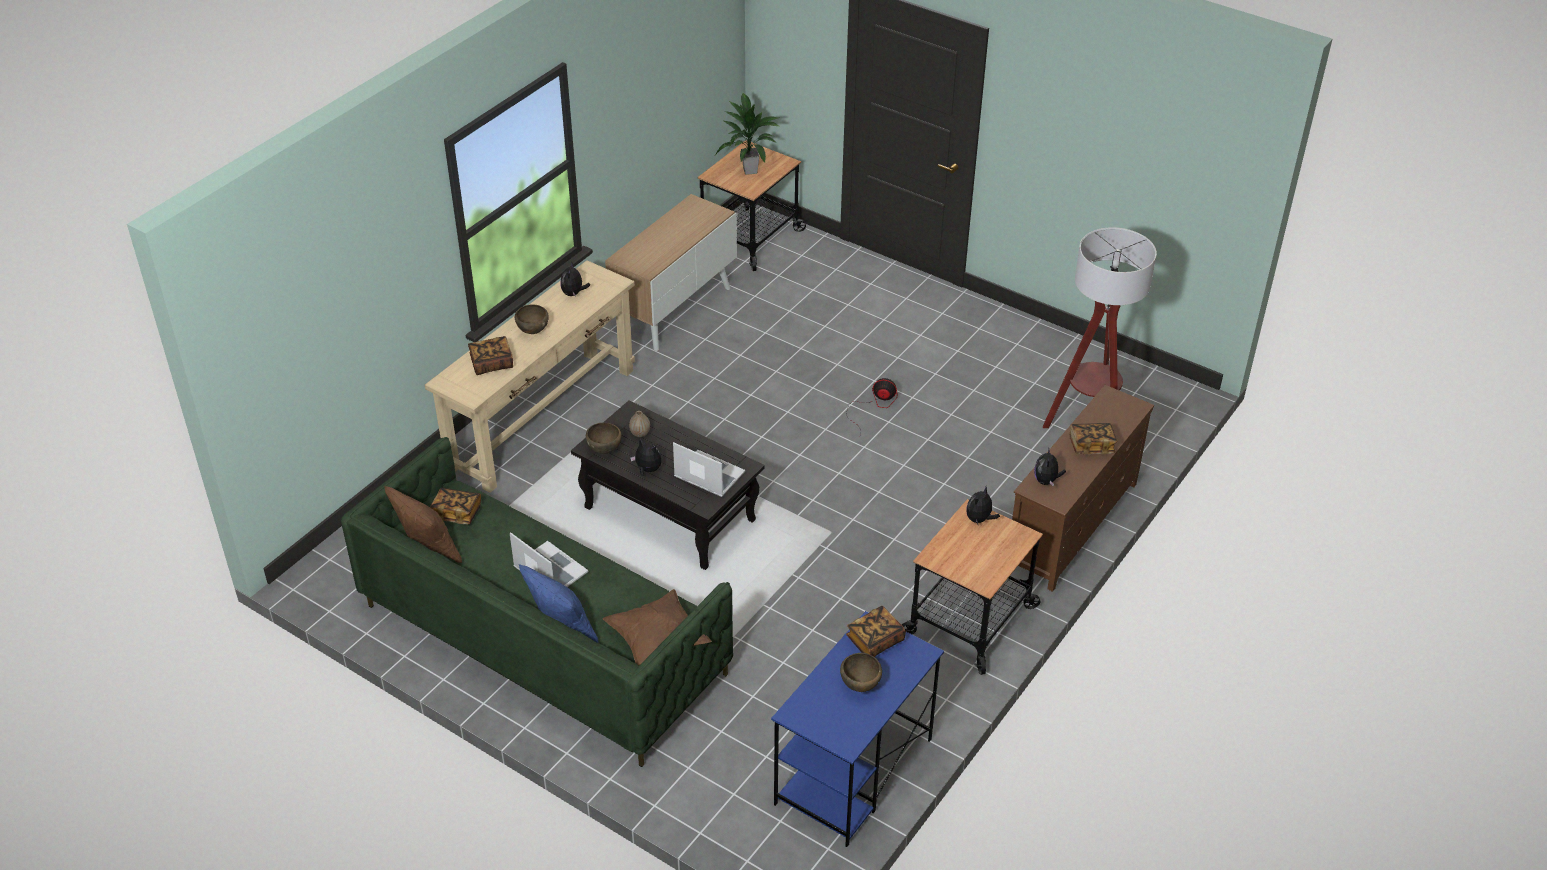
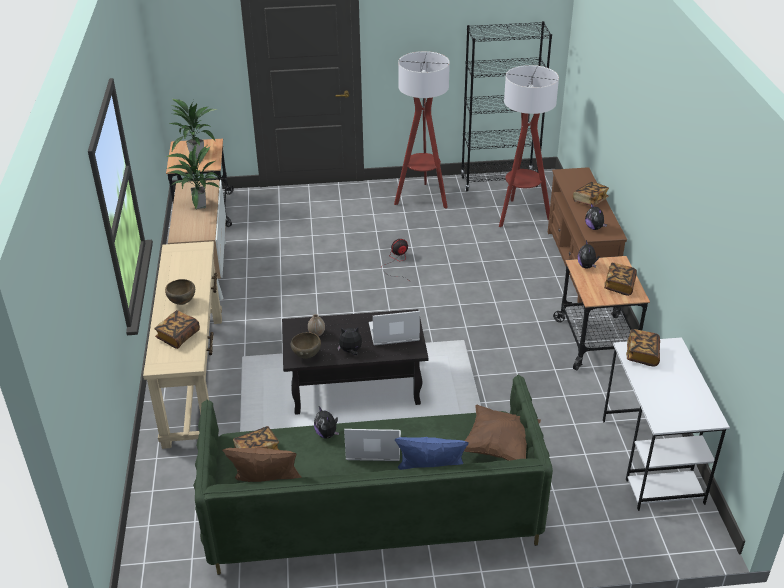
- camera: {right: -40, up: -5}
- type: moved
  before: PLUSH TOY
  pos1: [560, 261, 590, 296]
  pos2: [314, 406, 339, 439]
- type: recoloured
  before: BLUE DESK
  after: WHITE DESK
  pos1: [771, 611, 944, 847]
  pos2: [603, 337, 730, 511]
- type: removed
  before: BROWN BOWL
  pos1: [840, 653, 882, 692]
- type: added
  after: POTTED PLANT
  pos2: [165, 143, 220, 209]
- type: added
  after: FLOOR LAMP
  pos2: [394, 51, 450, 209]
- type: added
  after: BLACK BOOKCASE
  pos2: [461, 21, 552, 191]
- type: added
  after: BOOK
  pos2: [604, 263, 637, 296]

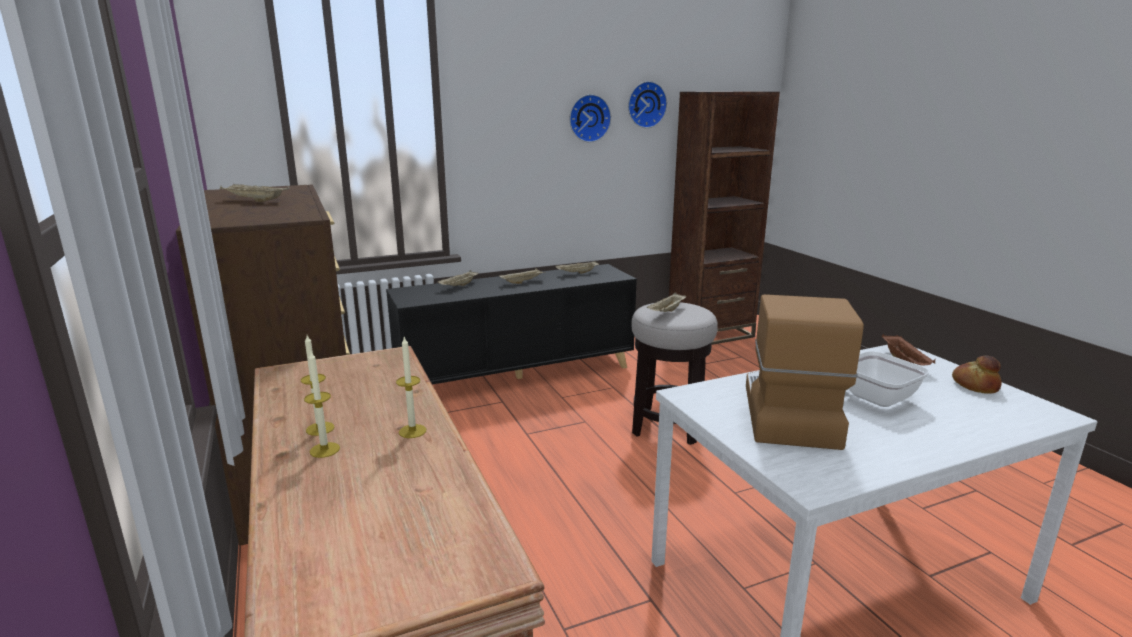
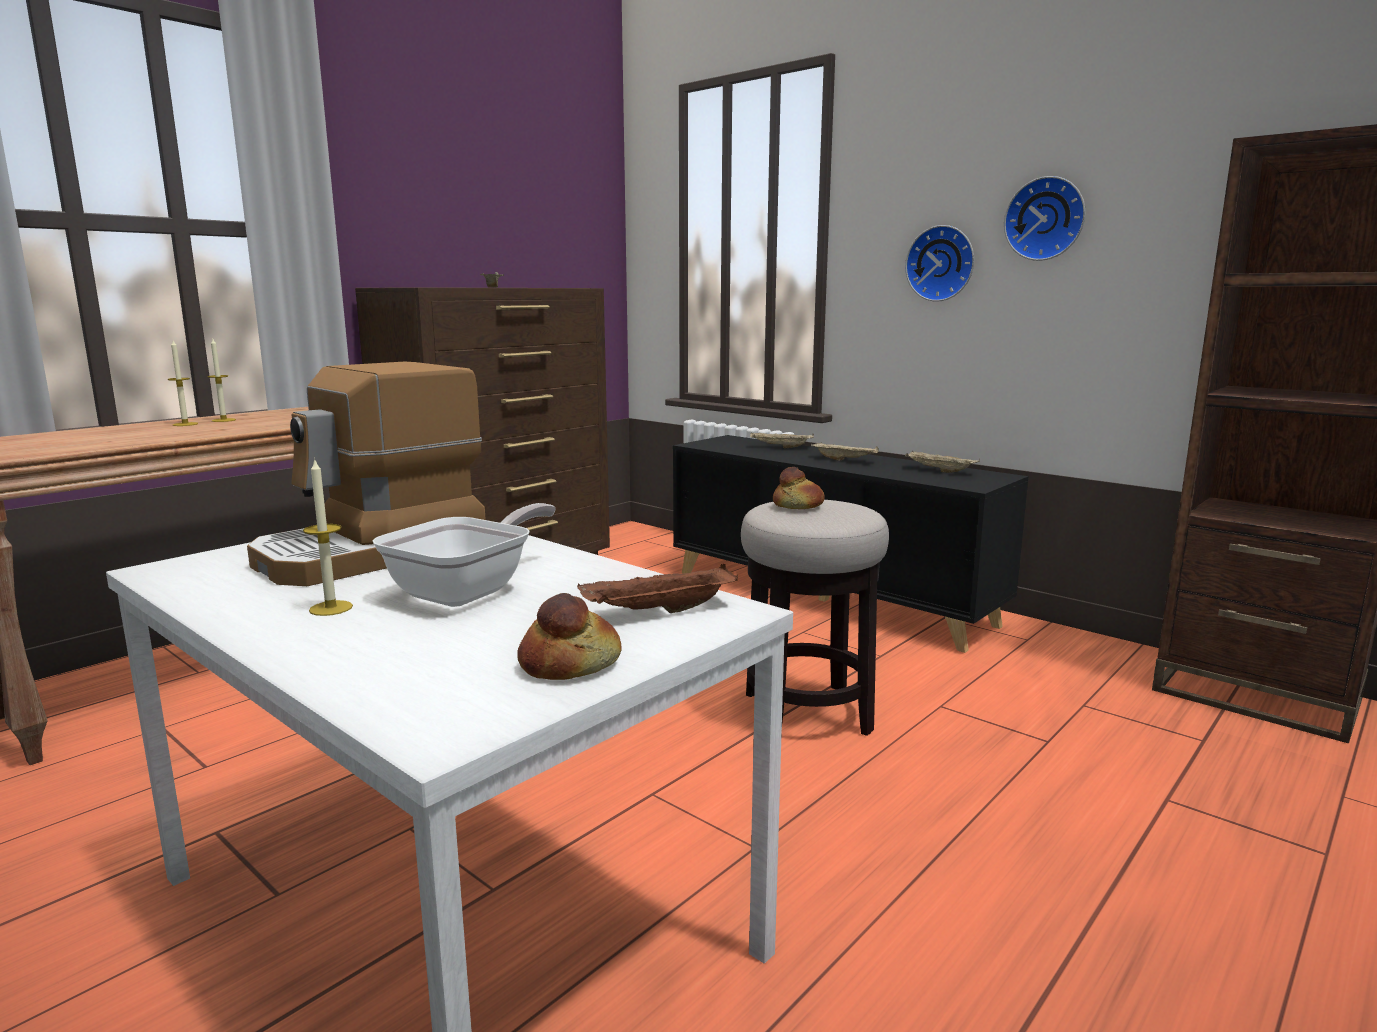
- camera: {right: 65, up: -5}
- type: moved
  before: CANDLE
  pos1: [396, 337, 426, 438]
  pos2: [303, 458, 353, 616]
- type: moved
  before: WALL CLOCK
  pos1: [628, 81, 667, 128]
  pos2: [905, 225, 974, 302]
- type: replaced
  before: BEIGE TRAY
  after: BREAD
  pos1: [647, 292, 687, 312]
  pos2: [773, 467, 825, 509]
- type: turned
  before: COFFEE MACHINE
  pos1: [746, 294, 864, 450]
  pos2: [247, 362, 486, 586]
  turn: 150

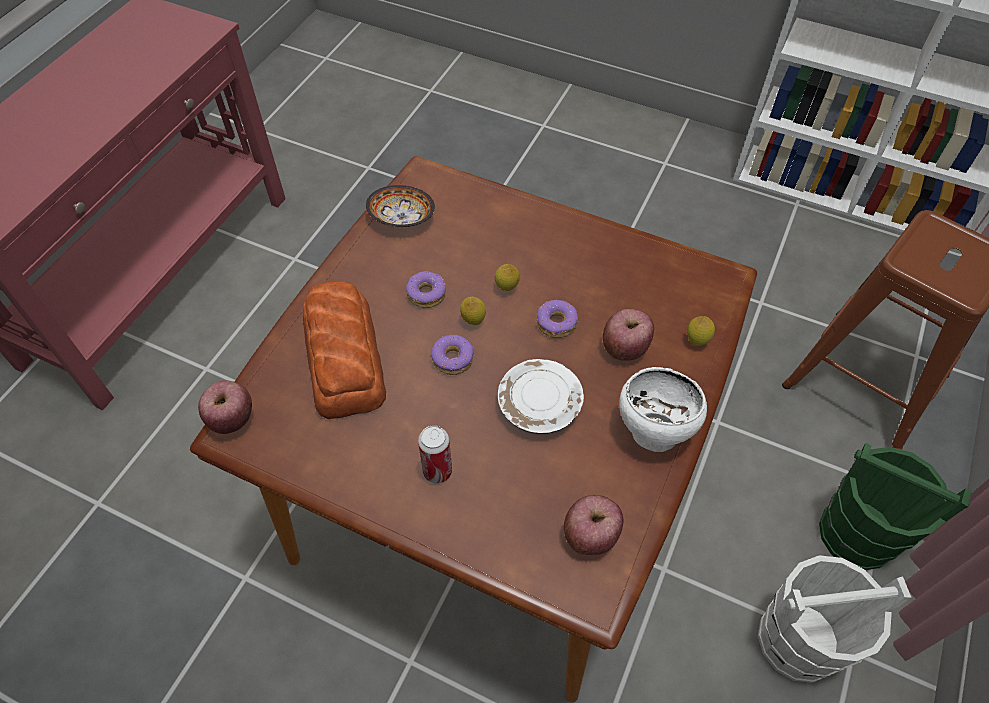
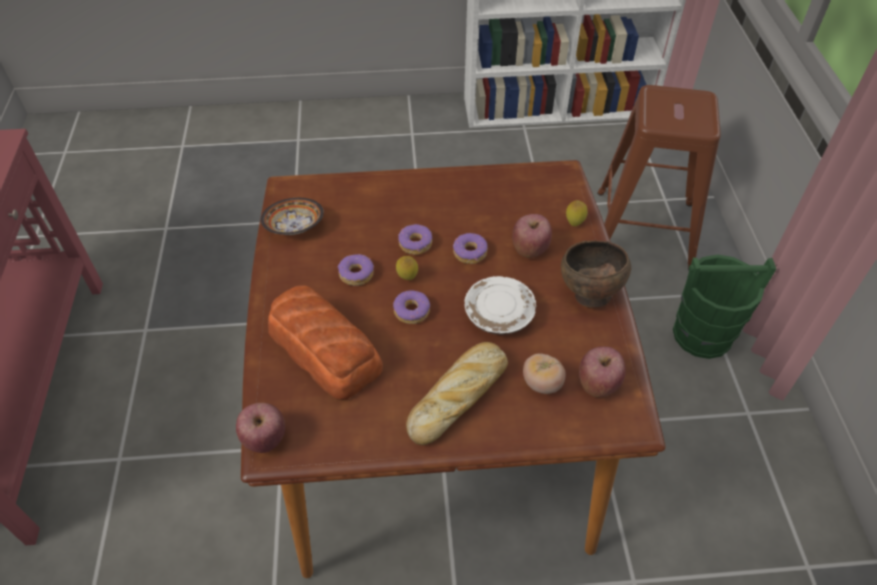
- camera: {right: -30, up: -5}
- type: replaced
  before: CAN
  after: BREAD
  pos1: [418, 425, 452, 483]
  pos2: [406, 342, 508, 445]
- type: replaced
  before: LEMON
  after: DONUT
  pos1: [495, 264, 520, 291]
  pos2: [398, 224, 432, 255]
- type: recoloured
  before: WHITE BOWL
  after: BROWN BOWL
  pos1: [619, 367, 707, 452]
  pos2: [561, 240, 631, 307]
- type: removed
  before: WHITE BUCKET
  pos1: [758, 555, 912, 683]
- type: added
  after: TOMATO
  pos2: [523, 353, 566, 394]

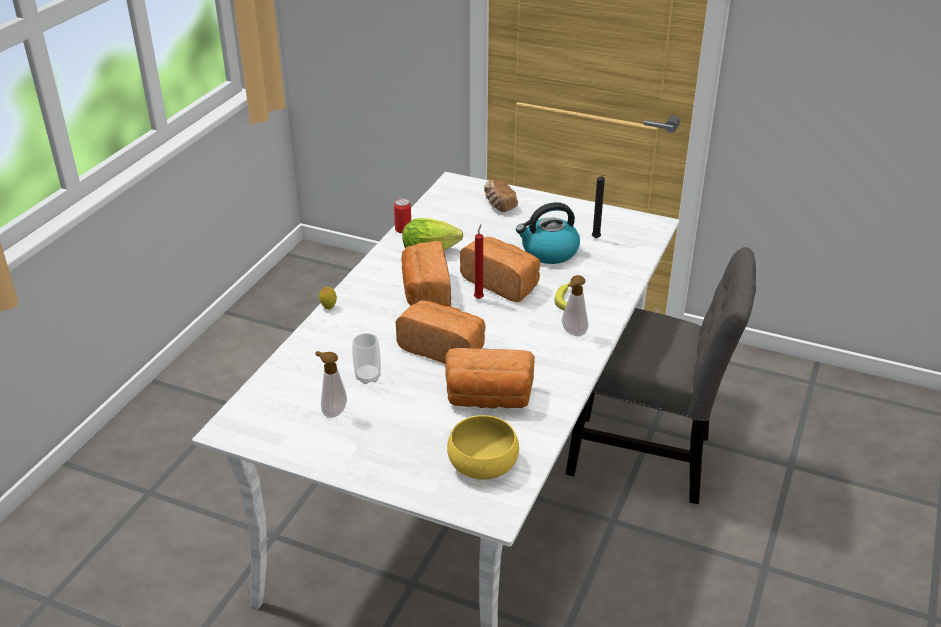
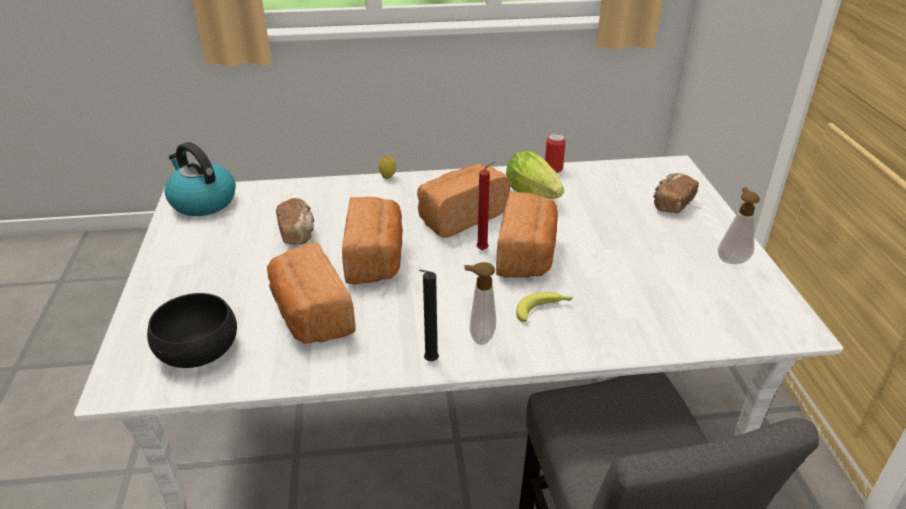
- camera: {right: 60, up: 0}
- type: moved
  before: SOAP DISPENSER
  pos1: [315, 351, 347, 418]
  pos2: [718, 188, 760, 264]
- type: replaced
  before: CUP
  after: BREAD
  pos1: [352, 333, 381, 384]
  pos2: [276, 198, 314, 245]
- type: recoloured
  before: YELLOW BOWL
  after: BLACK BOWL
  pos1: [447, 415, 519, 480]
  pos2: [147, 293, 237, 368]
- type: moved
  before: KETTLE
  pos1: [516, 202, 580, 264]
  pos2: [164, 142, 236, 216]
- type: moved
  before: BLACK CANDLE
  pos1: [592, 175, 605, 238]
  pos2: [418, 269, 439, 361]

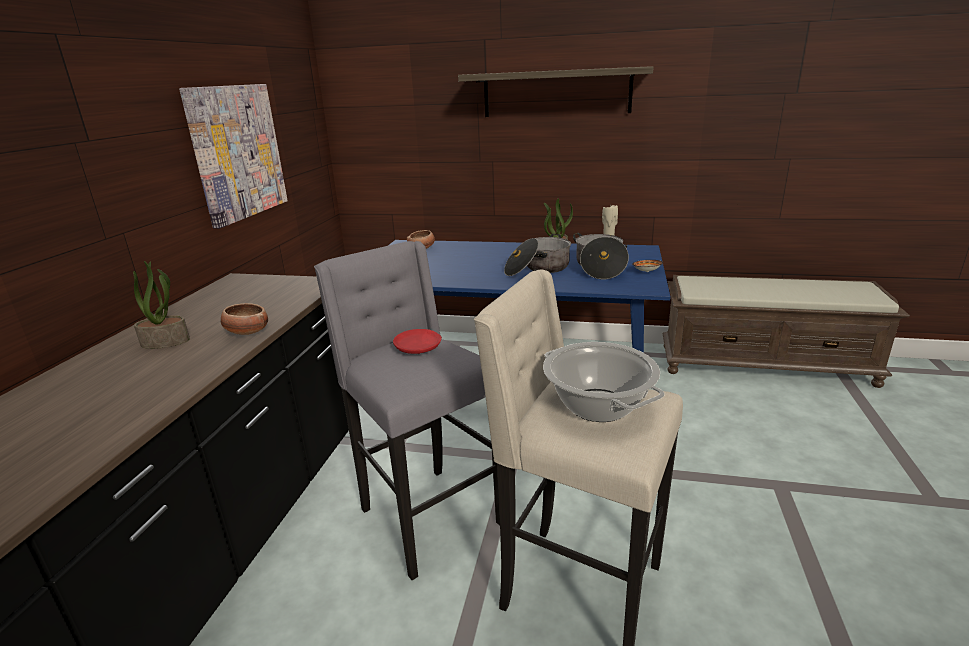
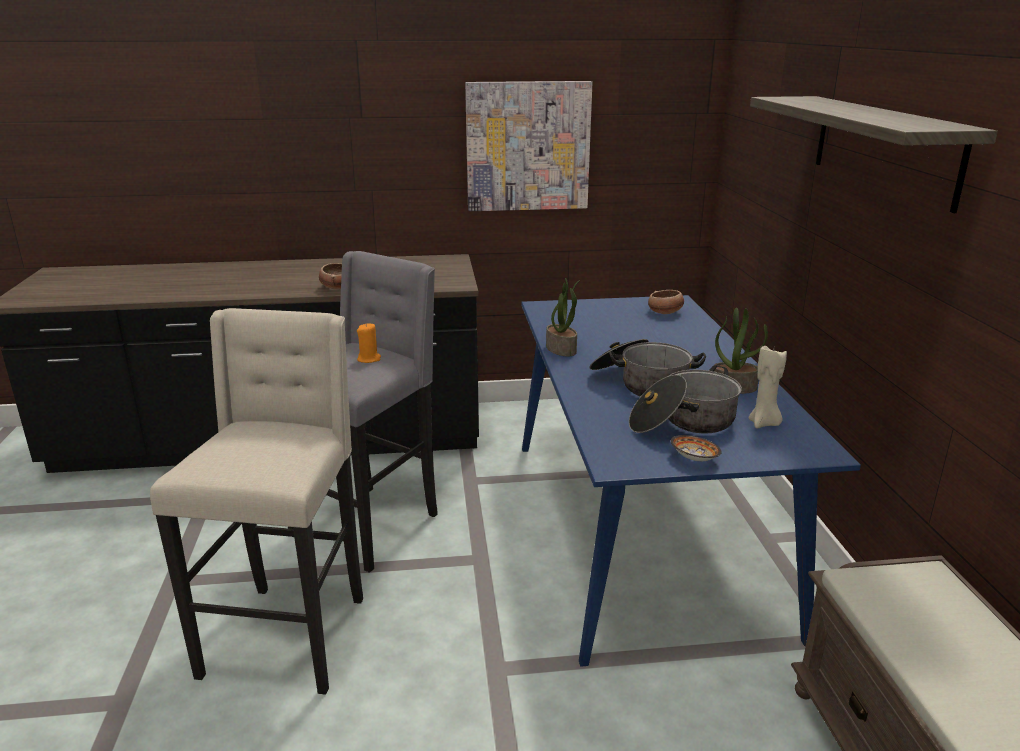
- camera: {right: 70, up: 0}
- type: moved
  before: POTTED PLANT
  pos1: [133, 261, 190, 349]
  pos2: [546, 278, 580, 356]
- type: replaced
  before: RED PLATE
  after: ORANGE CANDLE
  pos1: [393, 329, 442, 354]
  pos2: [357, 323, 381, 363]
- type: removed
  before: COOKING POT
  pos1: [543, 342, 665, 422]

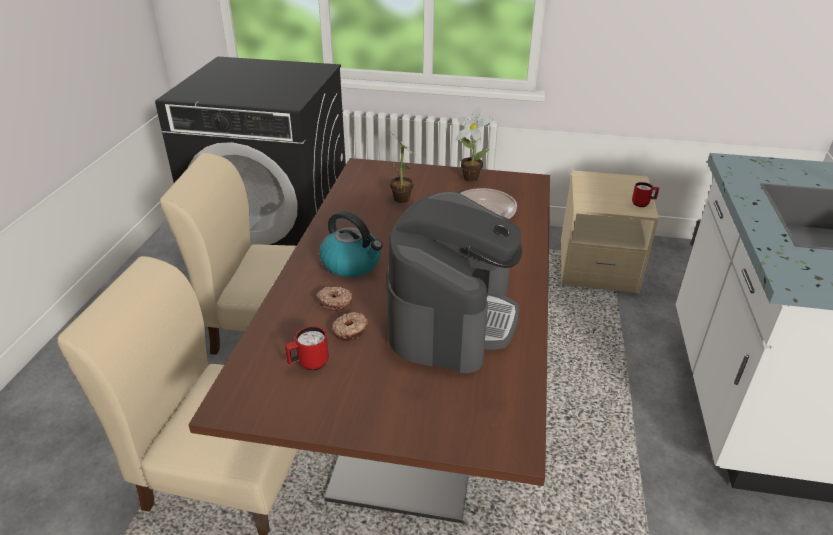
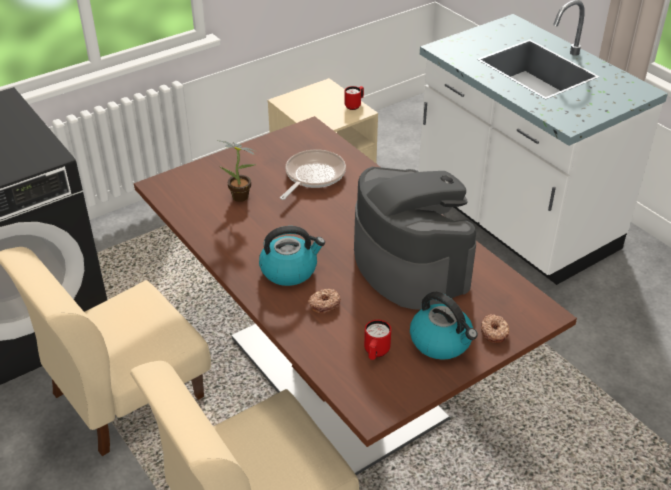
- camera: {right: -45, up: 5}
- type: moved
  before: DONUT
  pos1: [331, 312, 368, 341]
  pos2: [481, 314, 509, 343]
- type: removed
  before: POTTED PLANT
  pos1: [456, 106, 493, 182]
- type: added
  after: KETTLE
  pos2: [410, 292, 478, 360]

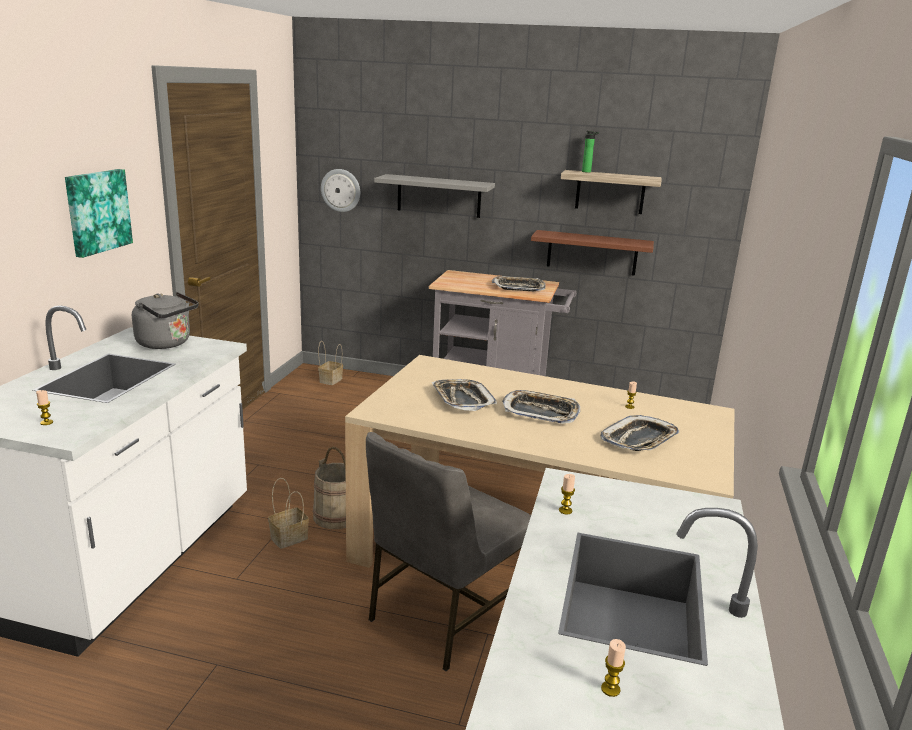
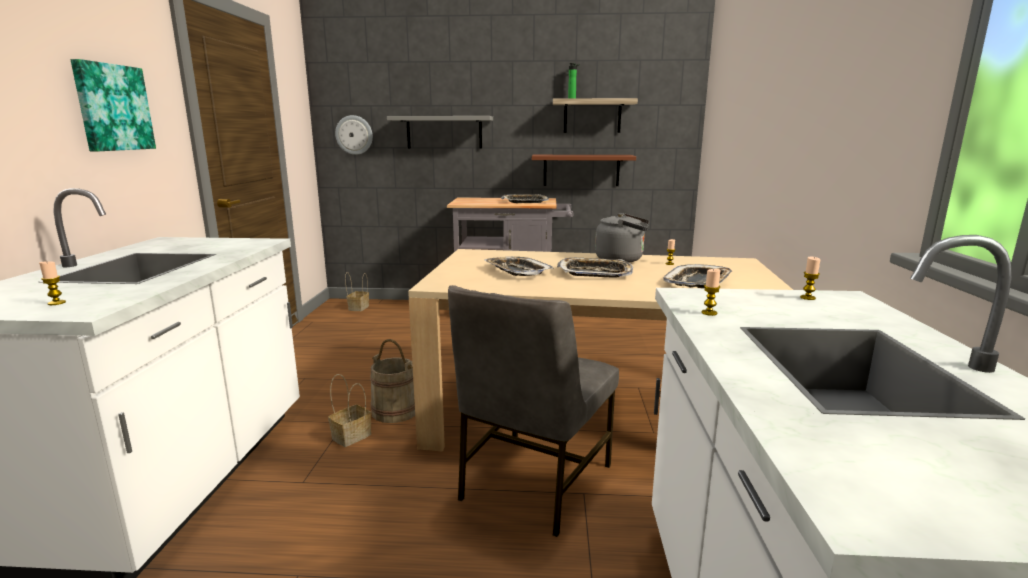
- camera: {right: -10, up: -5}
- type: moved
  before: GREY KETTLE
  pos1: [132, 292, 199, 349]
  pos2: [595, 213, 649, 263]
- type: moved
  before: CANDLE
  pos1: [601, 639, 626, 697]
  pos2: [800, 256, 820, 300]

